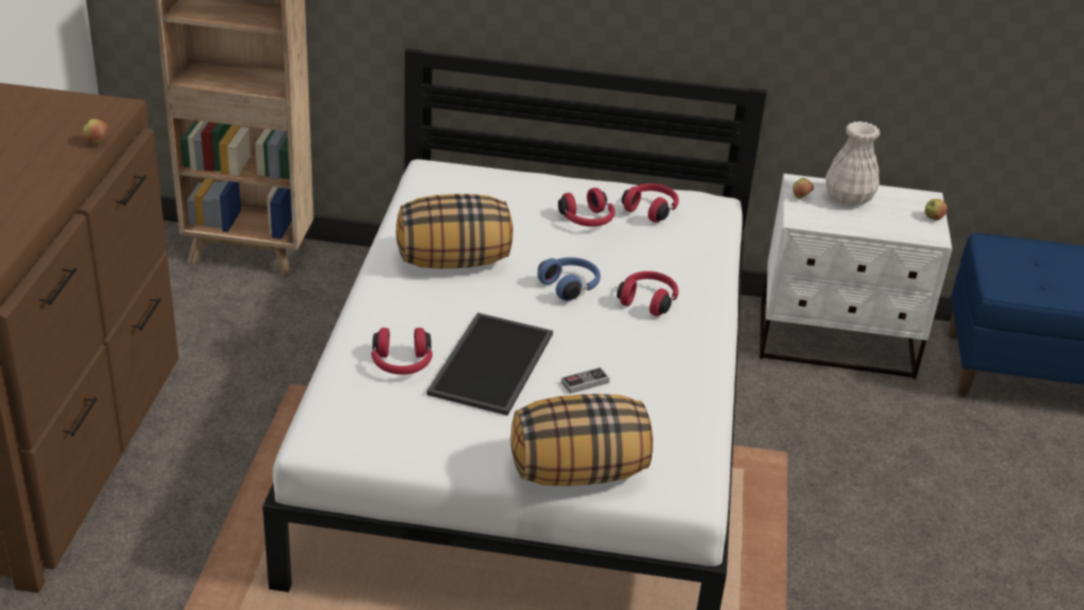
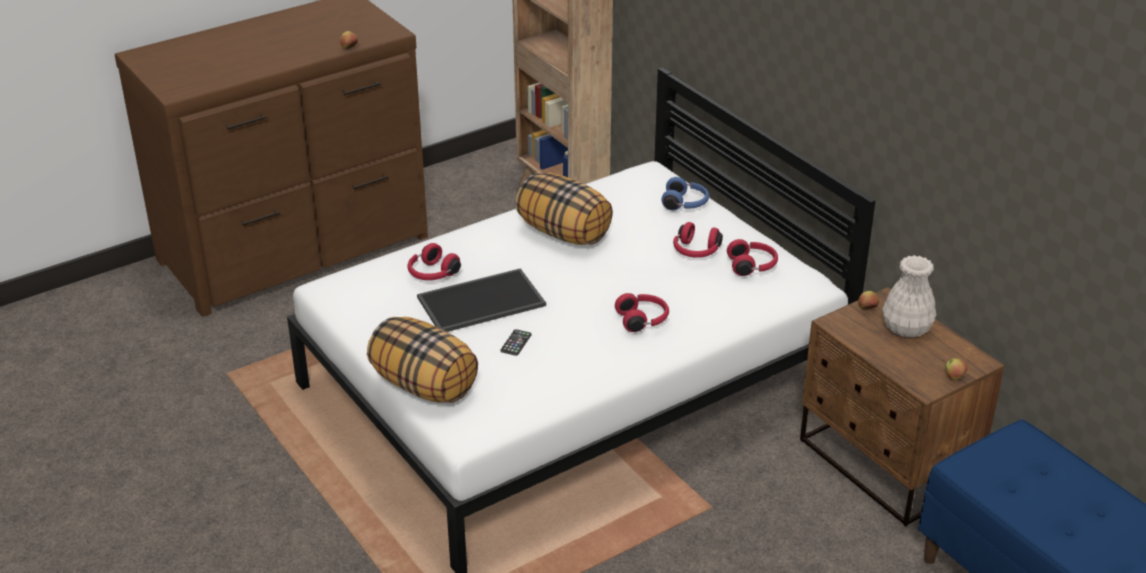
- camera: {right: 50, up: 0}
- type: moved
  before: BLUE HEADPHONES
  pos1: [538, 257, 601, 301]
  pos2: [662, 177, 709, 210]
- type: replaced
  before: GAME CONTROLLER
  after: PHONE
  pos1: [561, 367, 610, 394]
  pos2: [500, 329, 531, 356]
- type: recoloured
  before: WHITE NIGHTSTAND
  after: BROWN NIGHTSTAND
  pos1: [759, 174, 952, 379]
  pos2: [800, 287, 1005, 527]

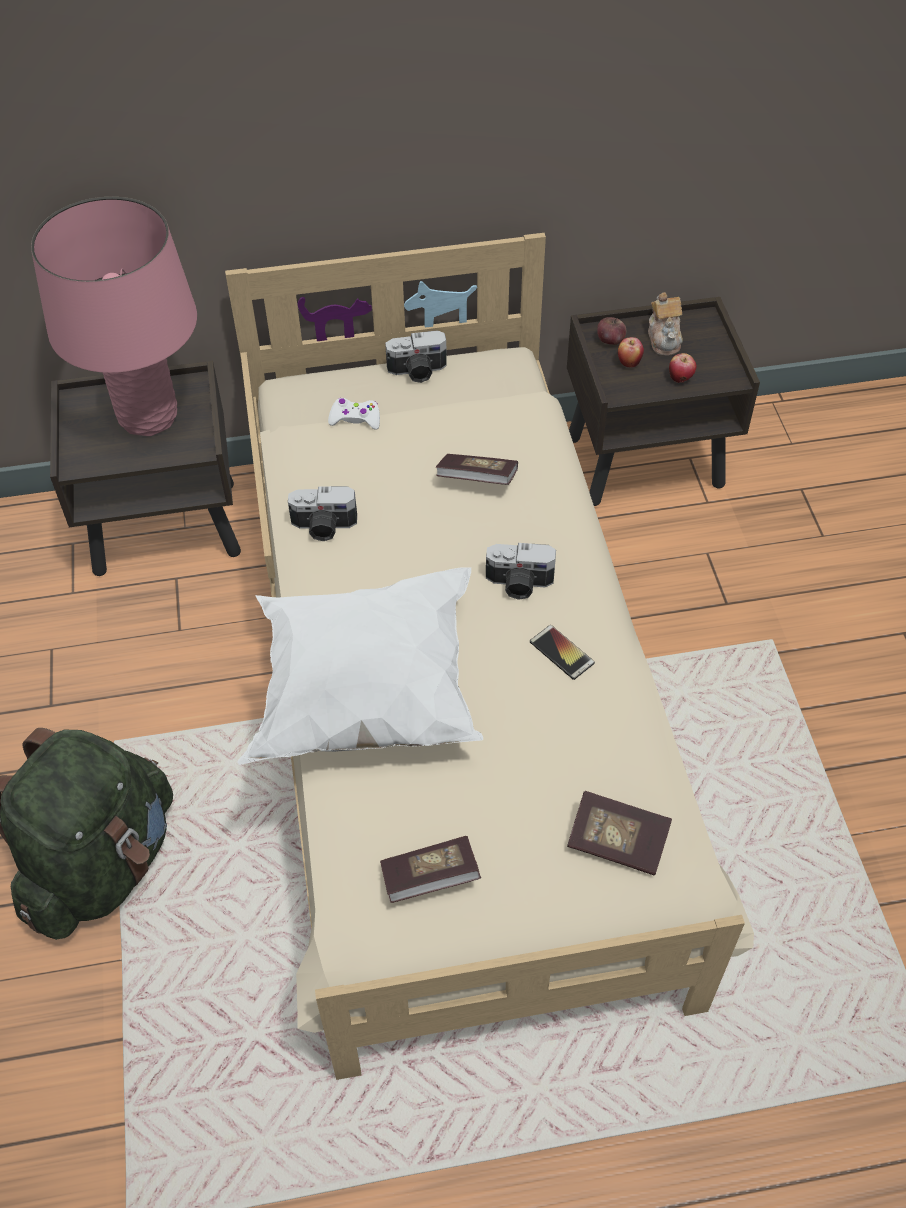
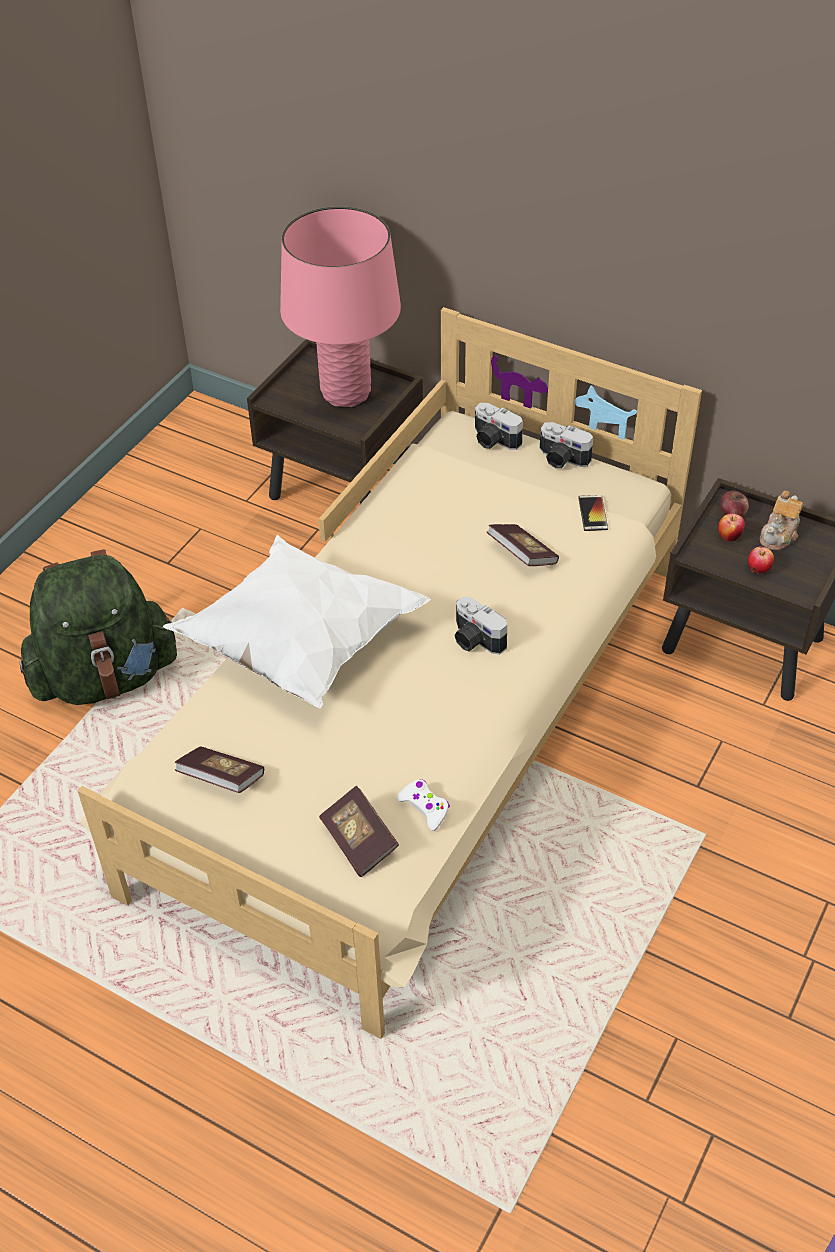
- camera: {right: 40, up: -5}
- type: moved
  before: PHOTO CAMERA
  pos1: [288, 486, 357, 541]
  pos2: [475, 403, 523, 450]
- type: moved
  before: WHITE GAME CONTROLLER
  pos1: [328, 398, 380, 430]
  pos2: [397, 779, 450, 831]
- type: moved
  before: PHONE
  pos1: [530, 625, 595, 680]
  pos2: [578, 495, 608, 531]

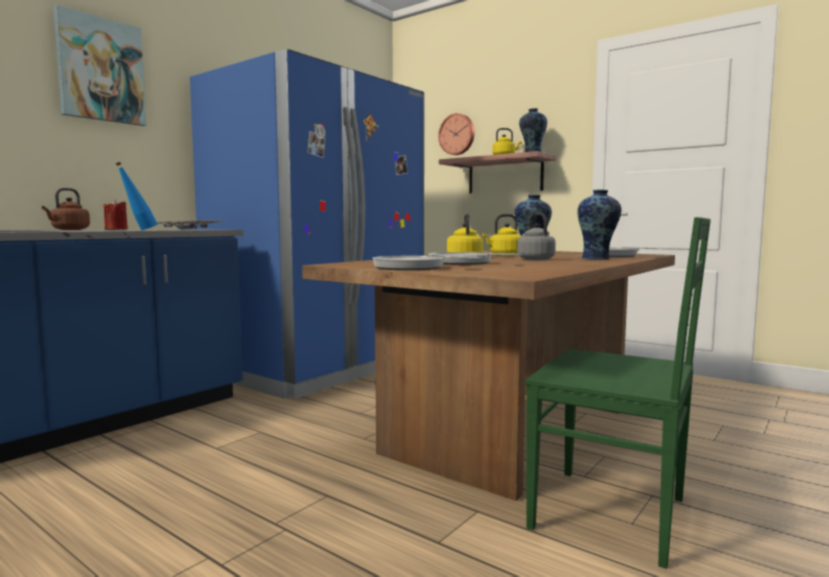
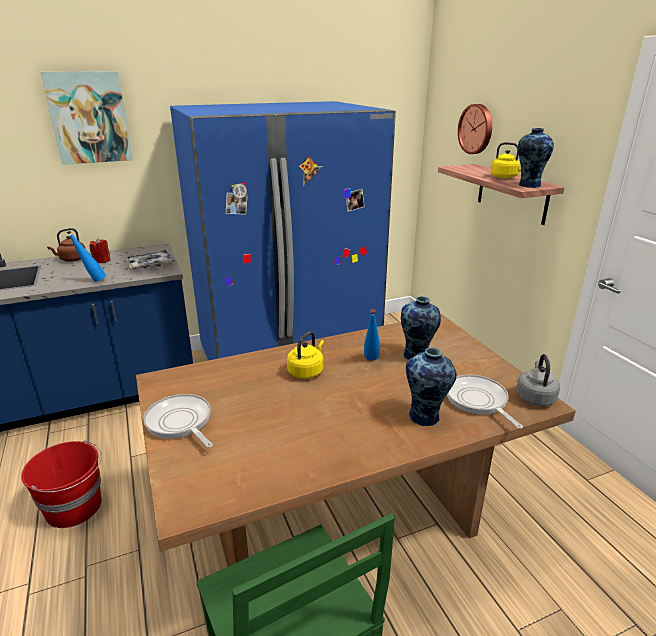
- camera: {right: 30, up: 20}
- type: removed
  before: FRYING PAN
  pos1: [428, 252, 521, 265]
- type: replaced
  before: YELLOW KETTLE
  after: BLUE BOTTLE
  pos1: [482, 214, 521, 256]
  pos2: [364, 309, 380, 361]
- type: moved
  before: GREY KETTLE
  pos1: [517, 213, 556, 260]
  pos2: [516, 354, 560, 406]
- type: added
  after: RED BUCKET
  pos2: [21, 440, 102, 528]

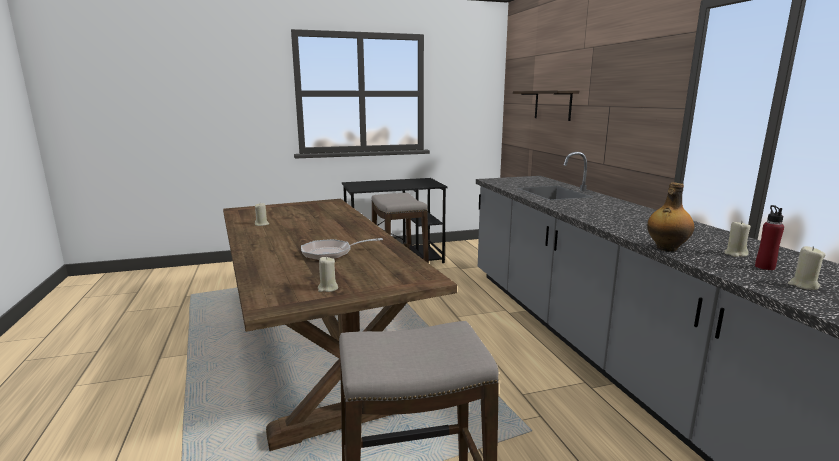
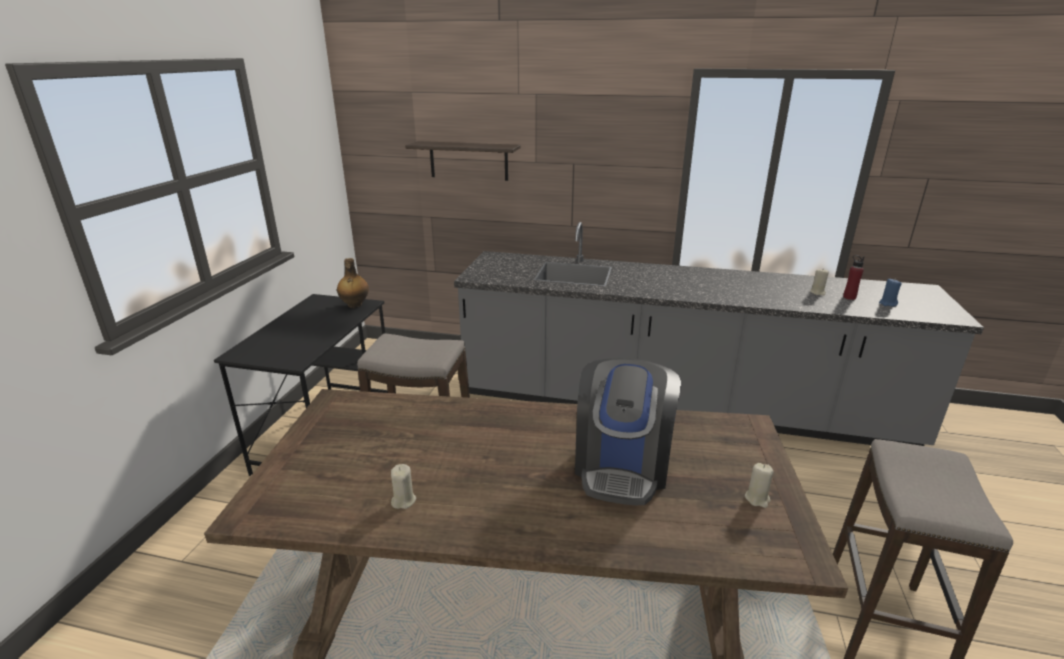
- camera: {right: -60, up: 10}
- type: replaced
  before: FRYING PAN
  after: COFFEE MACHINE
  pos1: [301, 238, 383, 261]
  pos2: [575, 358, 681, 505]
- type: moved
  before: BOTTLE
  pos1: [647, 182, 694, 251]
  pos2: [337, 258, 369, 308]
- type: recoloured
  before: BEIGE CANDLE
  after: BLUE CANDLE
  pos1: [788, 246, 825, 290]
  pos2: [879, 279, 902, 306]

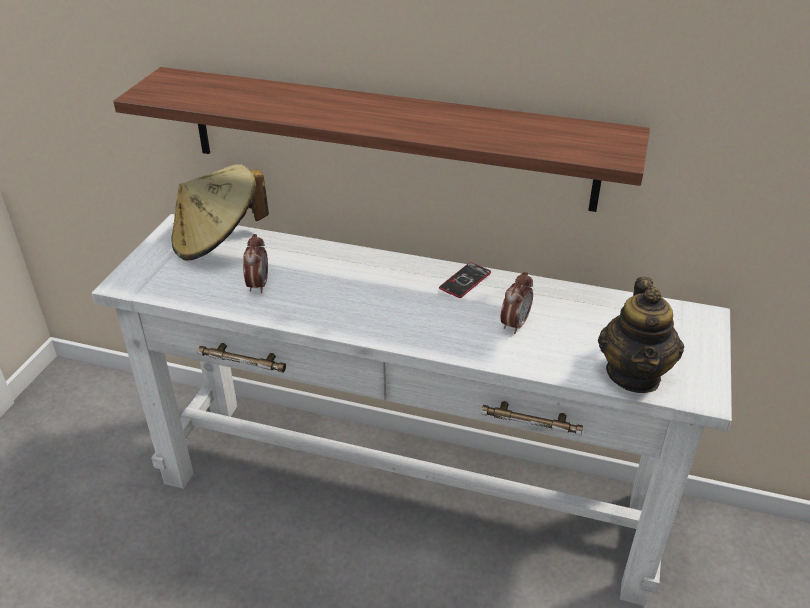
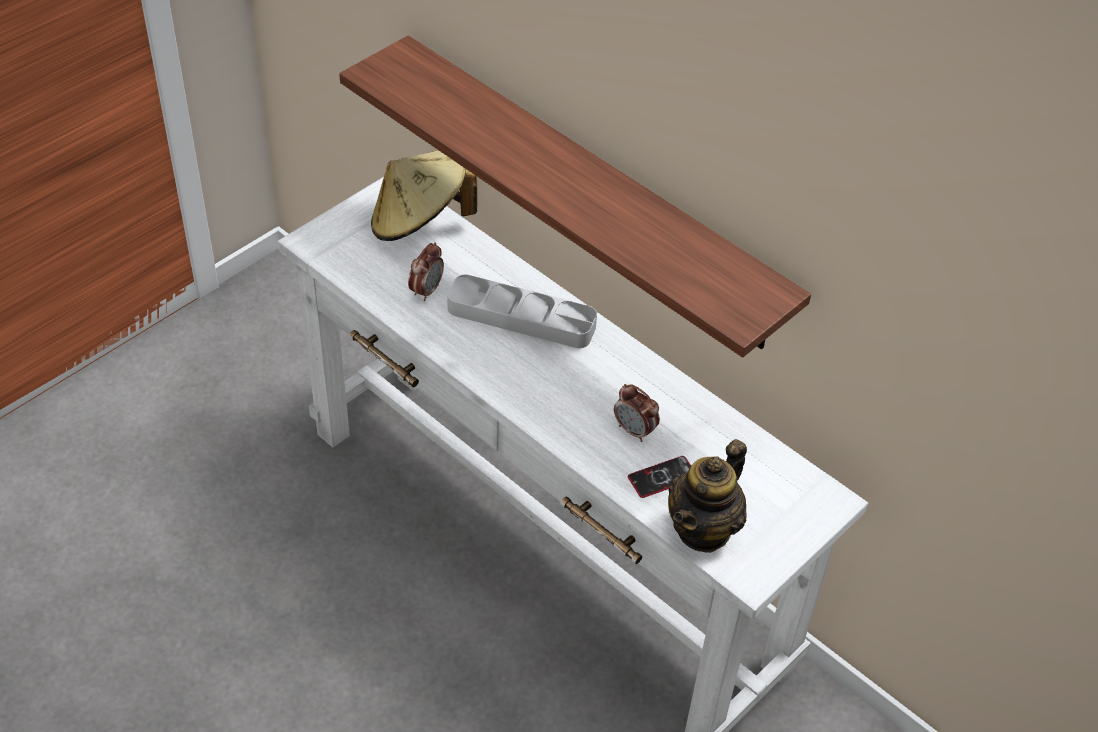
- camera: {right: 25, up: 10}
- type: moved
  before: PHONE
  pos1: [439, 263, 491, 298]
  pos2: [628, 456, 691, 498]
- type: turned
  before: ALARM CLOCK
  pos1: [500, 272, 533, 334]
  pos2: [614, 384, 660, 442]
  turn: 75
- type: added
  after: GREY TRAY
  pos2: [447, 274, 597, 348]

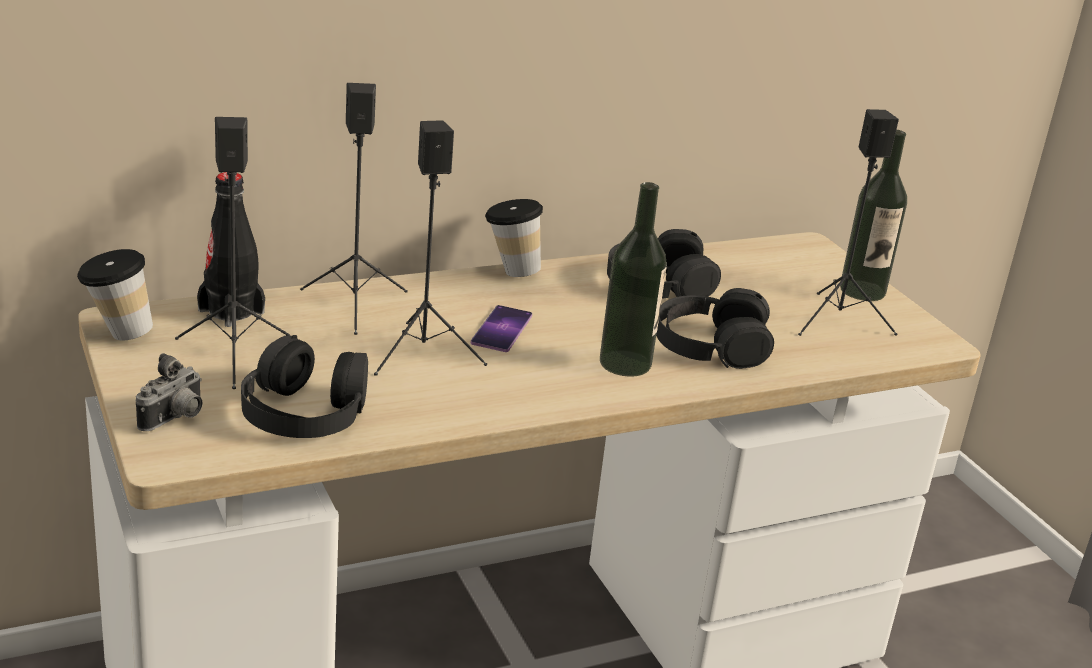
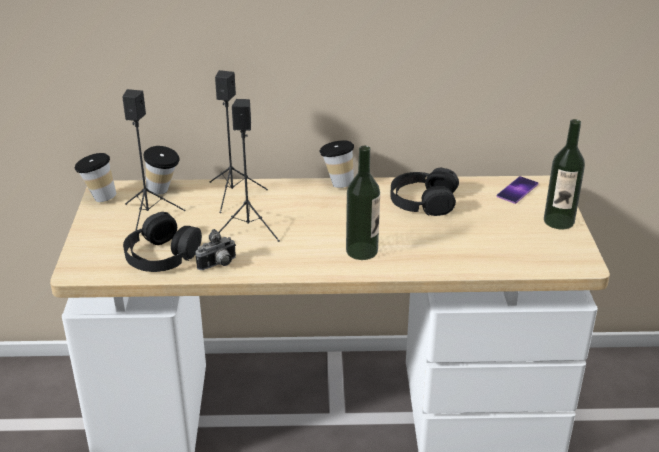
- camera: {right: 25, up: 5}
- type: moved
  before: PHOTO CAMERA
  pos1: [136, 353, 202, 431]
  pos2: [195, 229, 236, 270]
- type: replaced
  before: BLACK BOTTLE
  after: CUP
  pos1: [197, 172, 265, 327]
  pos2: [144, 146, 180, 195]
- type: moved
  before: PHONE
  pos1: [471, 305, 532, 352]
  pos2: [497, 176, 538, 204]
- type: removed
  before: BLACK HEADPHONES
  pos1: [656, 288, 774, 369]
- type: removed
  before: BLACK SPEAKER
  pos1: [798, 109, 899, 336]

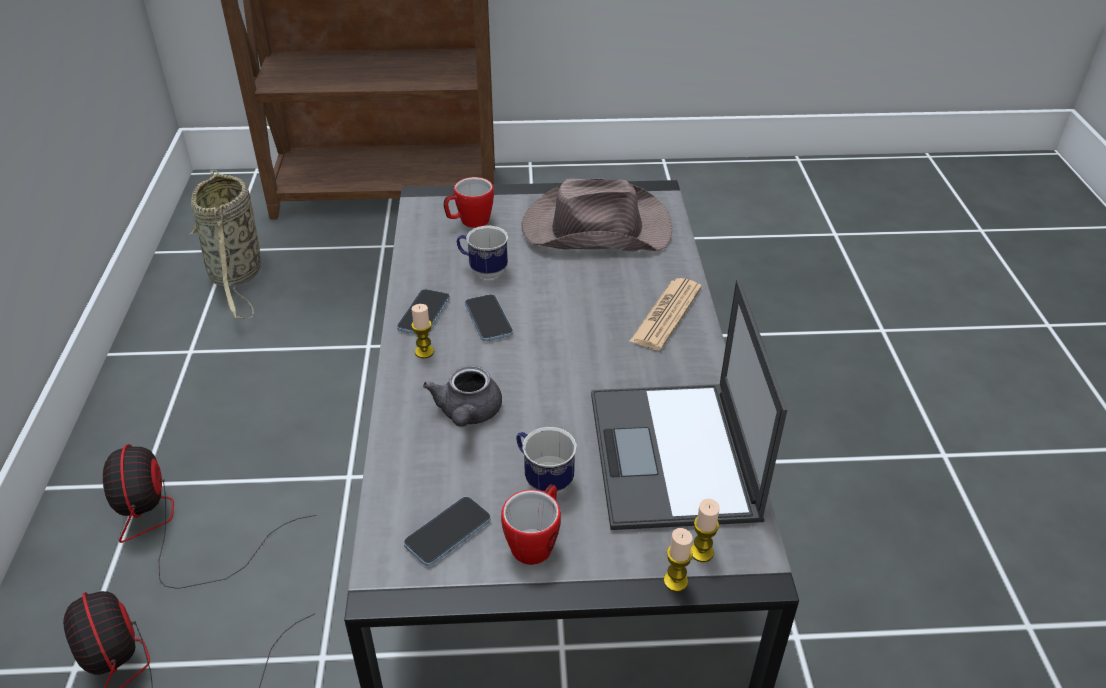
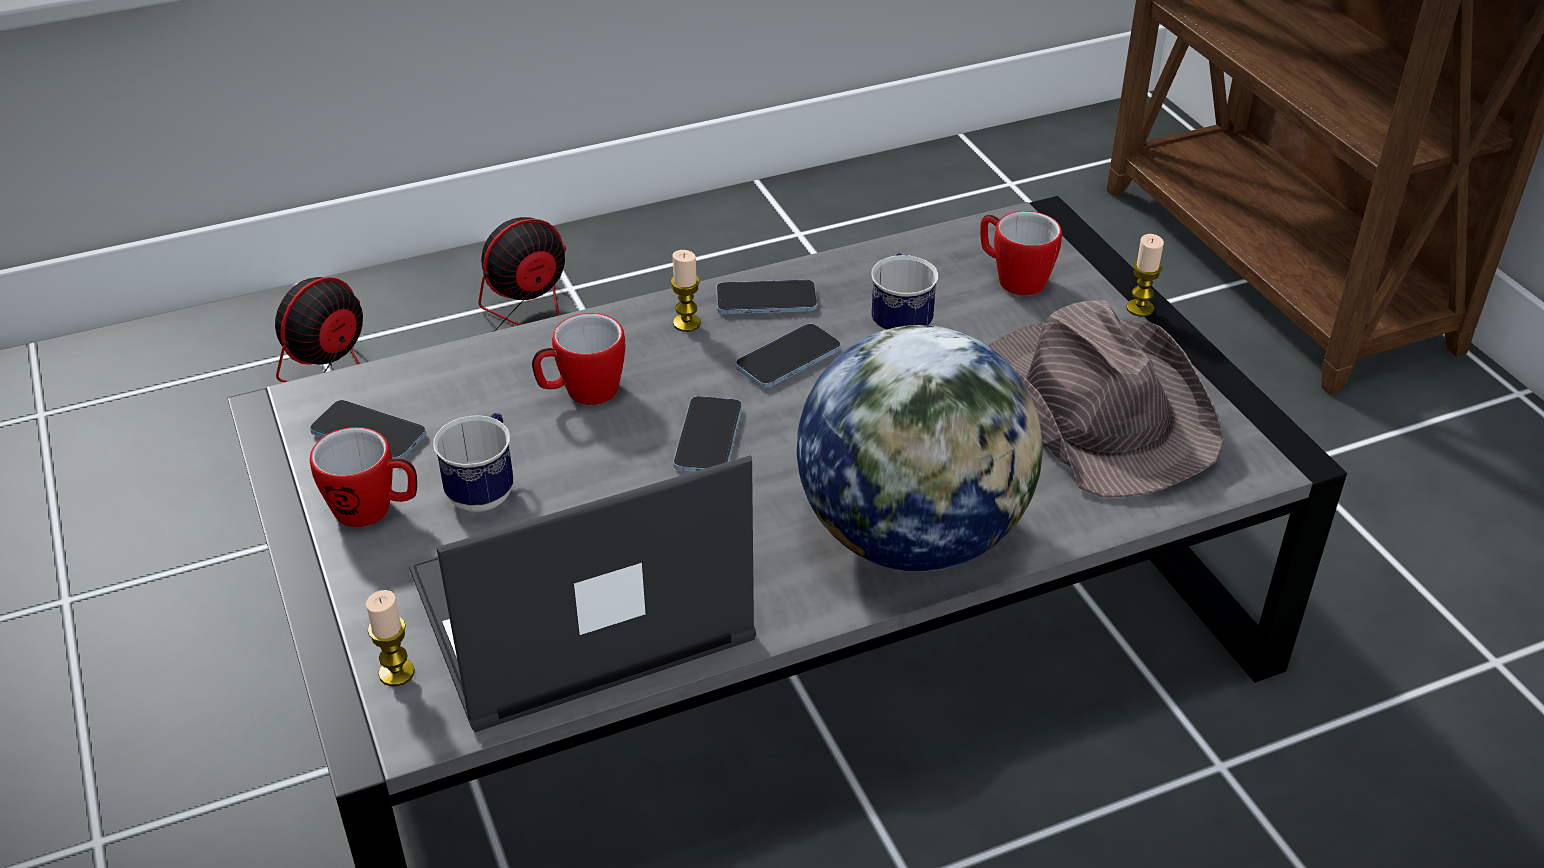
- camera: {right: 70, up: 0}
- type: removed
  before: BASKET
  pos1: [189, 170, 261, 319]
- type: replaced
  before: GREY TEAPOT
  after: MUG
  pos1: [423, 366, 502, 427]
  pos2: [532, 313, 625, 405]
- type: replaced
  before: NEWSPAPER
  after: GLOBE
  pos1: [629, 278, 702, 351]
  pos2: [797, 325, 1043, 572]
- type: moved
  before: CANDLE
  pos1: [663, 528, 693, 592]
  pos2: [1126, 234, 1164, 317]
- type: added
  after: PHONE
  pos2: [673, 396, 742, 472]

